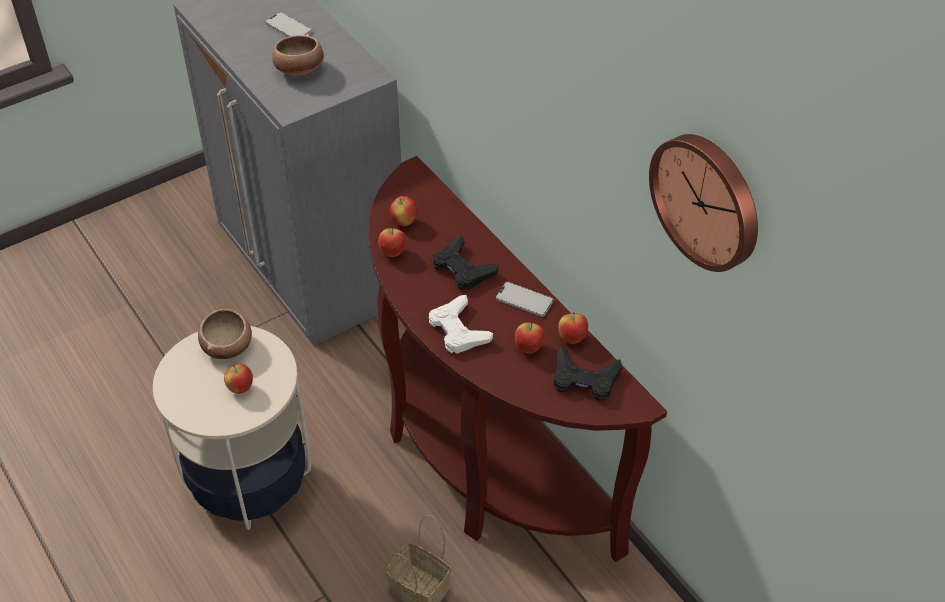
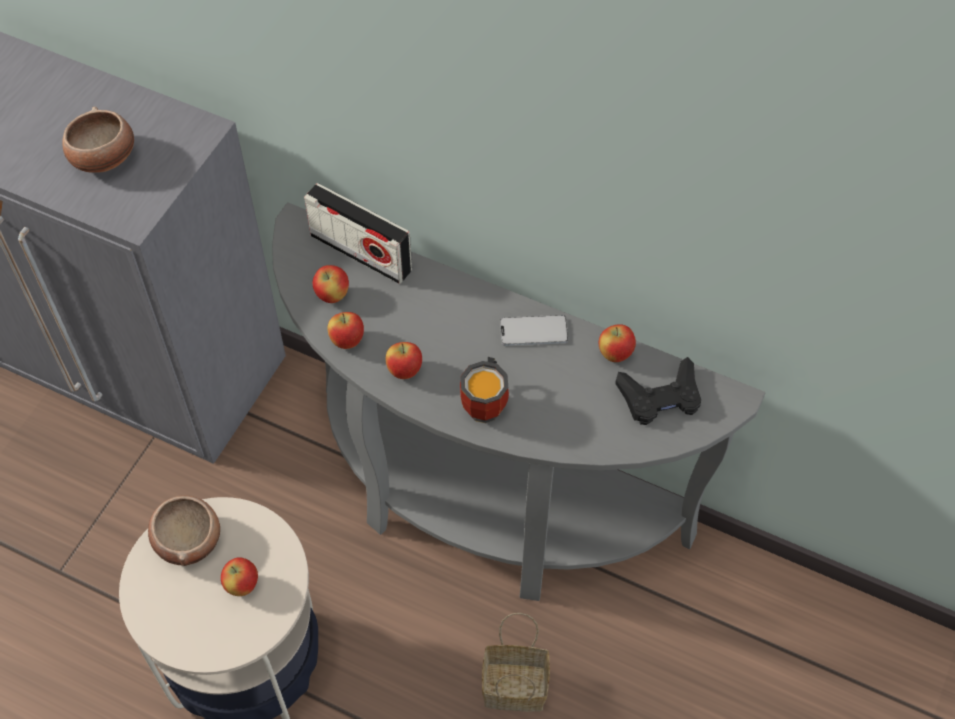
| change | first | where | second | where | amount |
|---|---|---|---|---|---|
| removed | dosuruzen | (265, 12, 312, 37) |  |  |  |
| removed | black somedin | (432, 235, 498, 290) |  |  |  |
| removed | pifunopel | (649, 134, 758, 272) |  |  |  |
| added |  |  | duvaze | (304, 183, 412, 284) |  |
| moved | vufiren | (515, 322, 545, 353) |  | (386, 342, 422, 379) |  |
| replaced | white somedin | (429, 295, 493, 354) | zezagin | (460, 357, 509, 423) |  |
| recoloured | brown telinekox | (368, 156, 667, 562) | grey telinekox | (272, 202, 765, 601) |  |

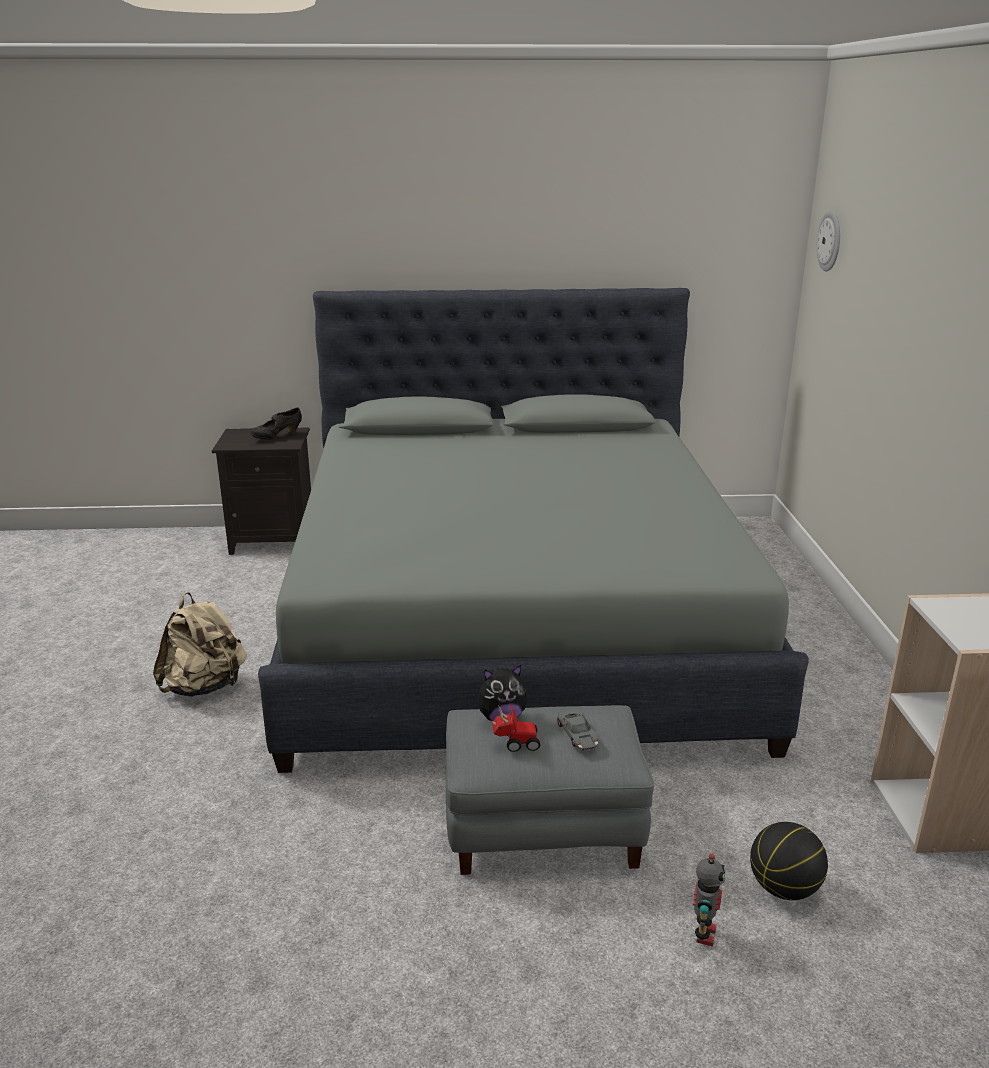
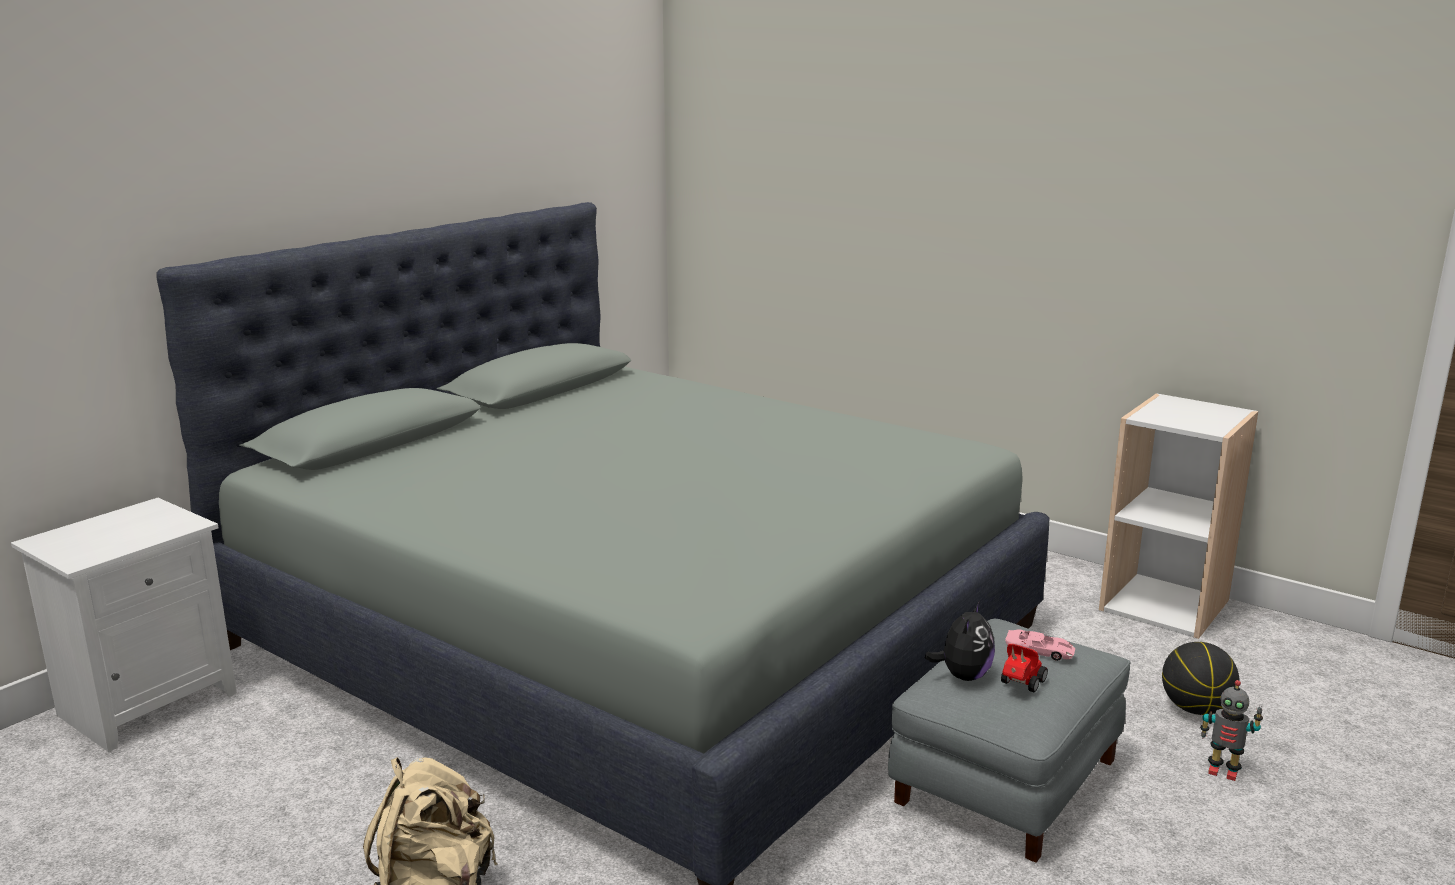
| change | first | where | second | where | amount |
|---|---|---|---|---|---|
| removed | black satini | (250, 407, 302, 440) |  |  |  |
| removed | pifunopel | (817, 211, 840, 271) |  |  |  |
| recoloured | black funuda | (212, 428, 311, 555) | white funuda | (11, 498, 237, 752) |  |
| recoloured | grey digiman | (557, 708, 598, 750) | pink digiman | (1005, 629, 1075, 661) |  |
| turned | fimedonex | (693, 854, 726, 947) |  | (1200, 680, 1263, 781) | 150 degrees clockwise |

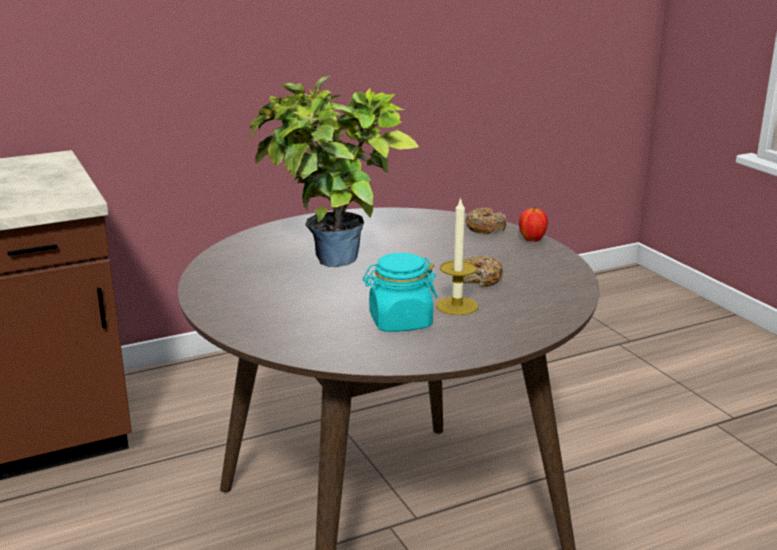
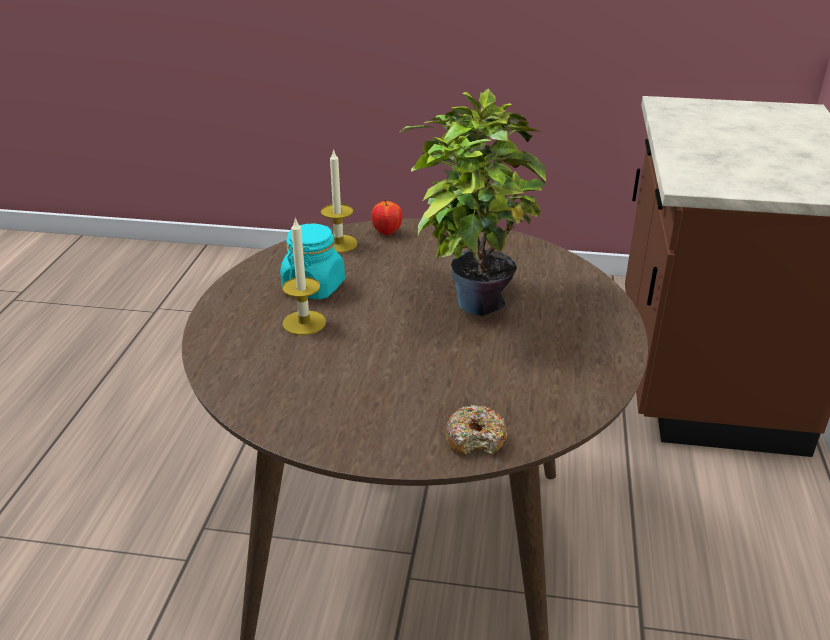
| change | first | where | second | where | amount |
|---|---|---|---|---|---|
| removed | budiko | (463, 255, 504, 287) |  |  |  |
| added |  |  | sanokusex | (321, 148, 358, 253) |  |
| moved | vufiren | (519, 207, 548, 242) |  | (371, 199, 403, 236) |  |

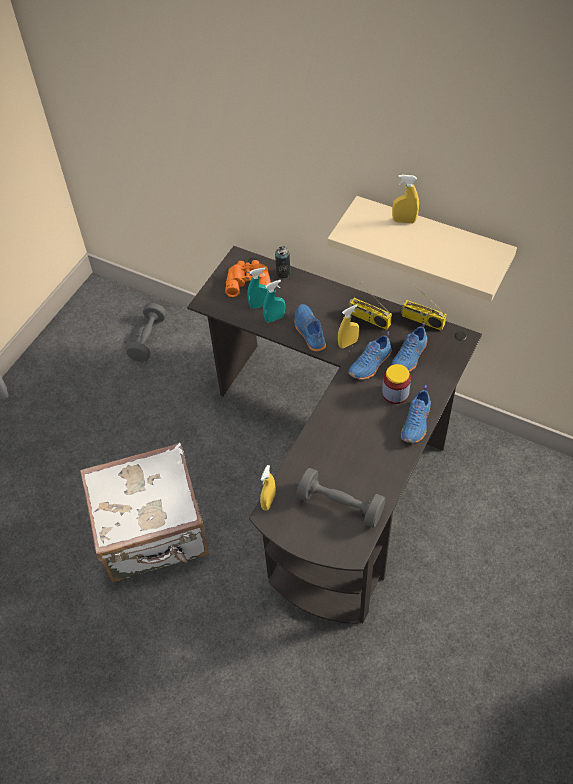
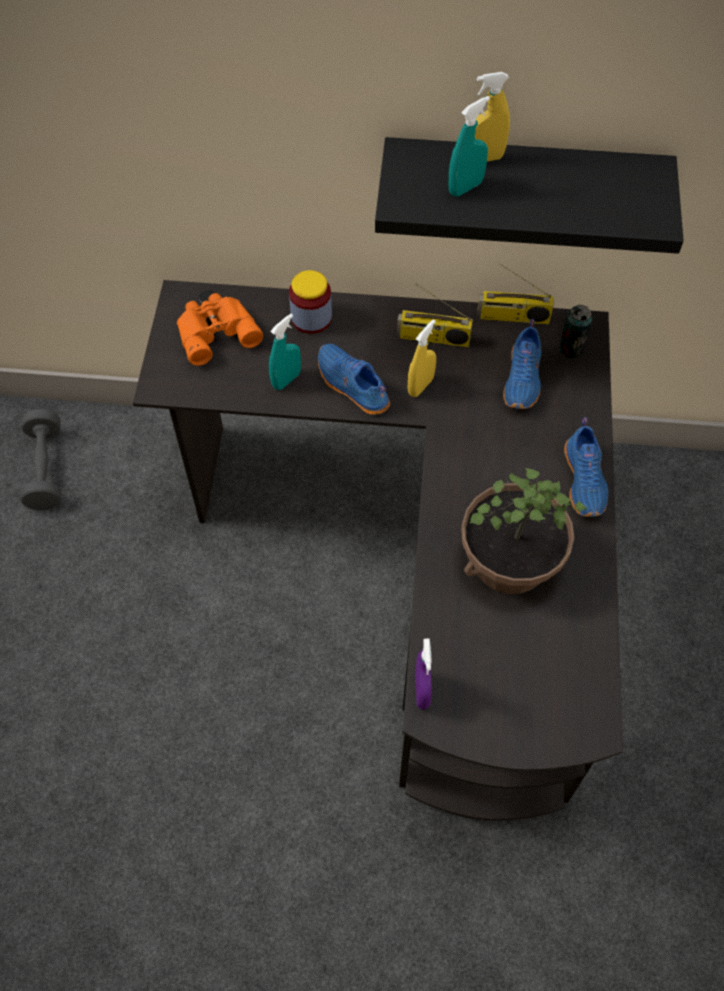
| change | first | where | second | where | amount |
|---|---|---|---|---|---|
| removed | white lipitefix | (80, 443, 209, 582) |  |  |  |
| removed | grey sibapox | (297, 468, 386, 528) |  |  |  |
| removed | blue satini | (348, 332, 392, 380) |  |  |  |
| added |  |  | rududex | (461, 468, 587, 594) |  |
| moved | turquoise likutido | (247, 267, 269, 309) |  | (449, 96, 490, 196) |  |
| moved | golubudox | (275, 246, 290, 279) |  | (559, 305, 592, 358) |  |
| moved | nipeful | (382, 364, 411, 404) |  | (289, 270, 332, 334) |  |
| recoloured | yellow likutido | (260, 465, 276, 511) | purple likutido | (415, 639, 432, 710) |  |
| recoloured | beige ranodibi | (327, 196, 517, 301) | black ranodibi | (375, 137, 684, 254) |  |

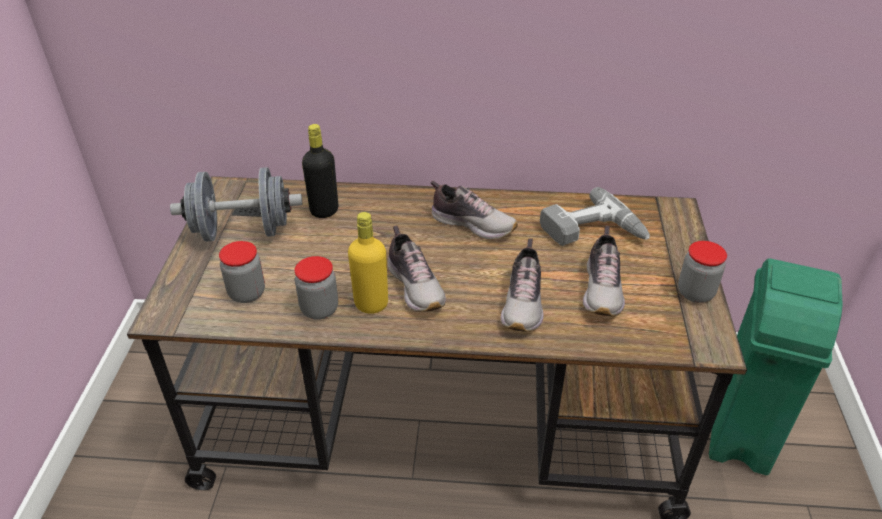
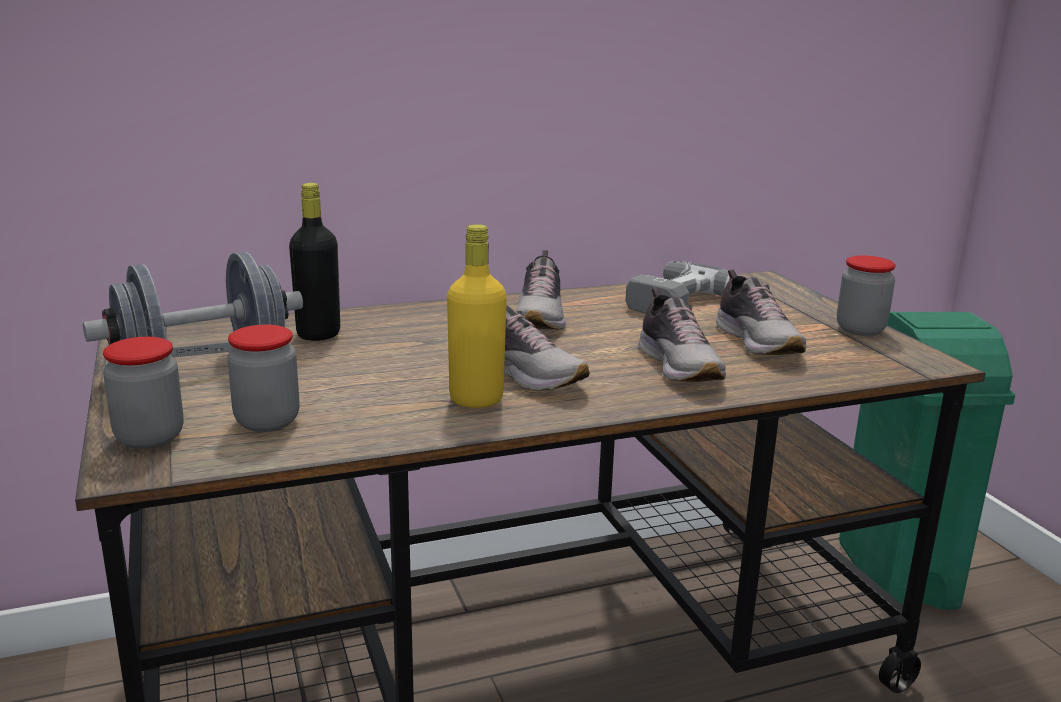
| change | first | where | second | where | amount |
|---|---|---|---|---|---|
| moved | nipeful | (295, 256, 338, 320) |  | (103, 337, 183, 449) |  |
| turned | satini | (431, 181, 518, 239) |  | (516, 250, 566, 330) | 90 degrees clockwise |

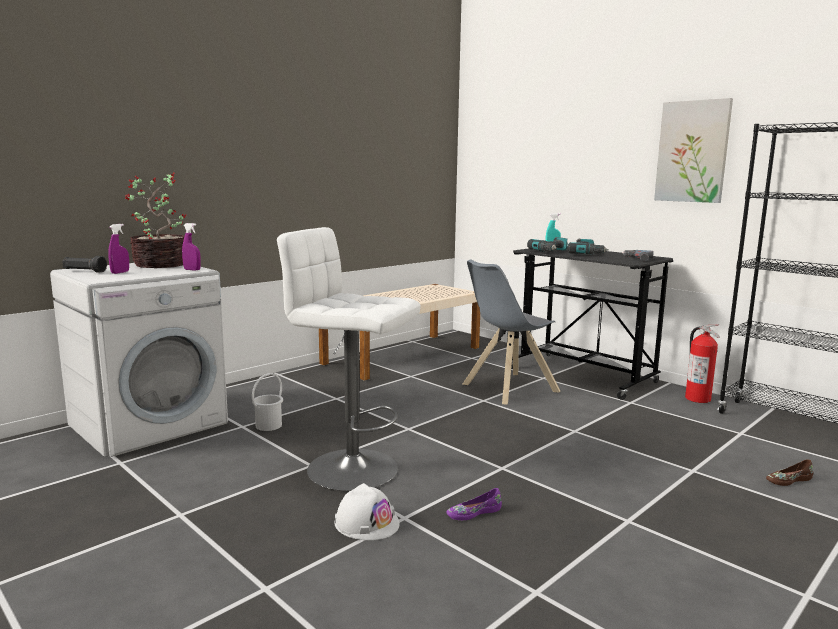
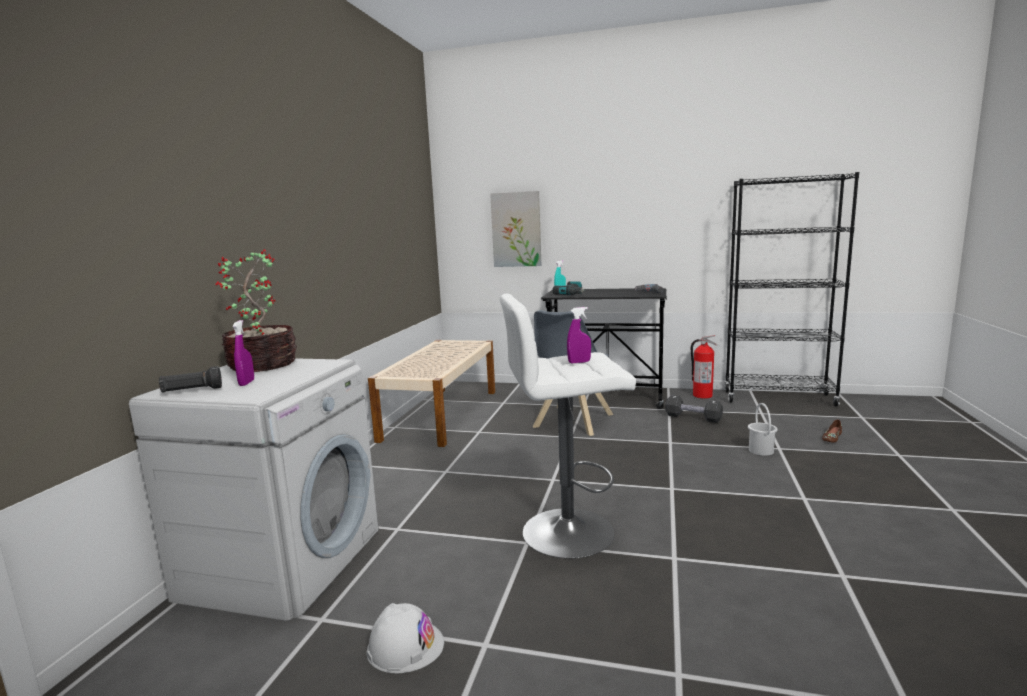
| change | first | where | second | where | amount |
|---|---|---|---|---|---|
| removed | purple satini | (446, 488, 502, 520) |  |  |  |
| removed | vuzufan | (567, 239, 609, 255) |  |  |  |
| added |  |  | black sibapox | (665, 395, 723, 423) |  |
| moved | purple likutido | (182, 223, 201, 271) |  | (567, 307, 591, 363) |  |
| moved | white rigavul | (252, 373, 283, 431) |  | (748, 403, 778, 456) |  |
| moved | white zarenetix | (334, 483, 400, 540) |  | (366, 603, 444, 673) |  |
| moved | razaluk | (654, 98, 733, 203) |  | (490, 191, 541, 267) |  |

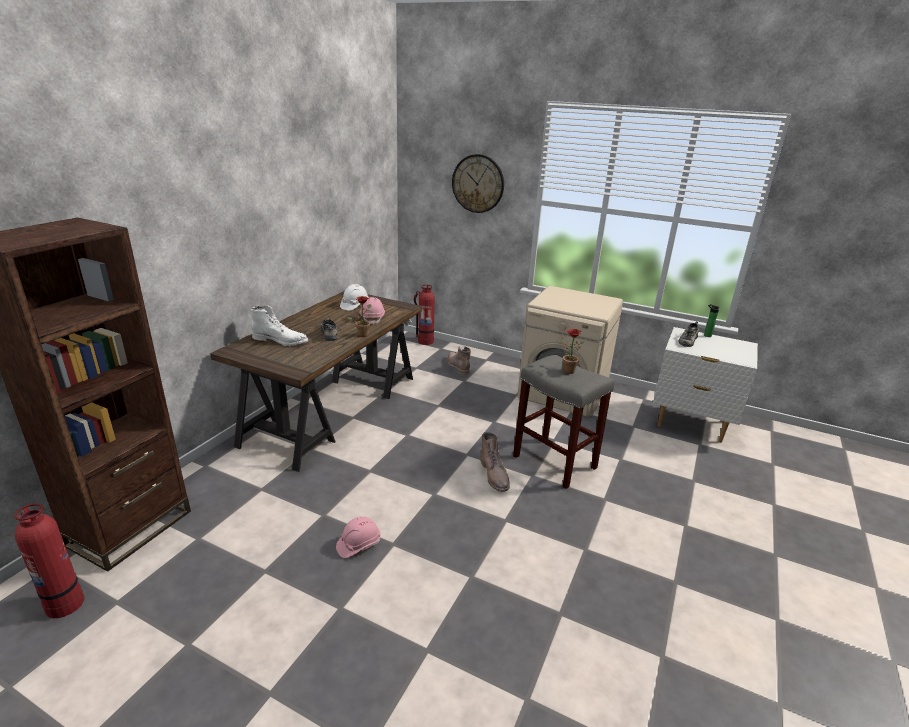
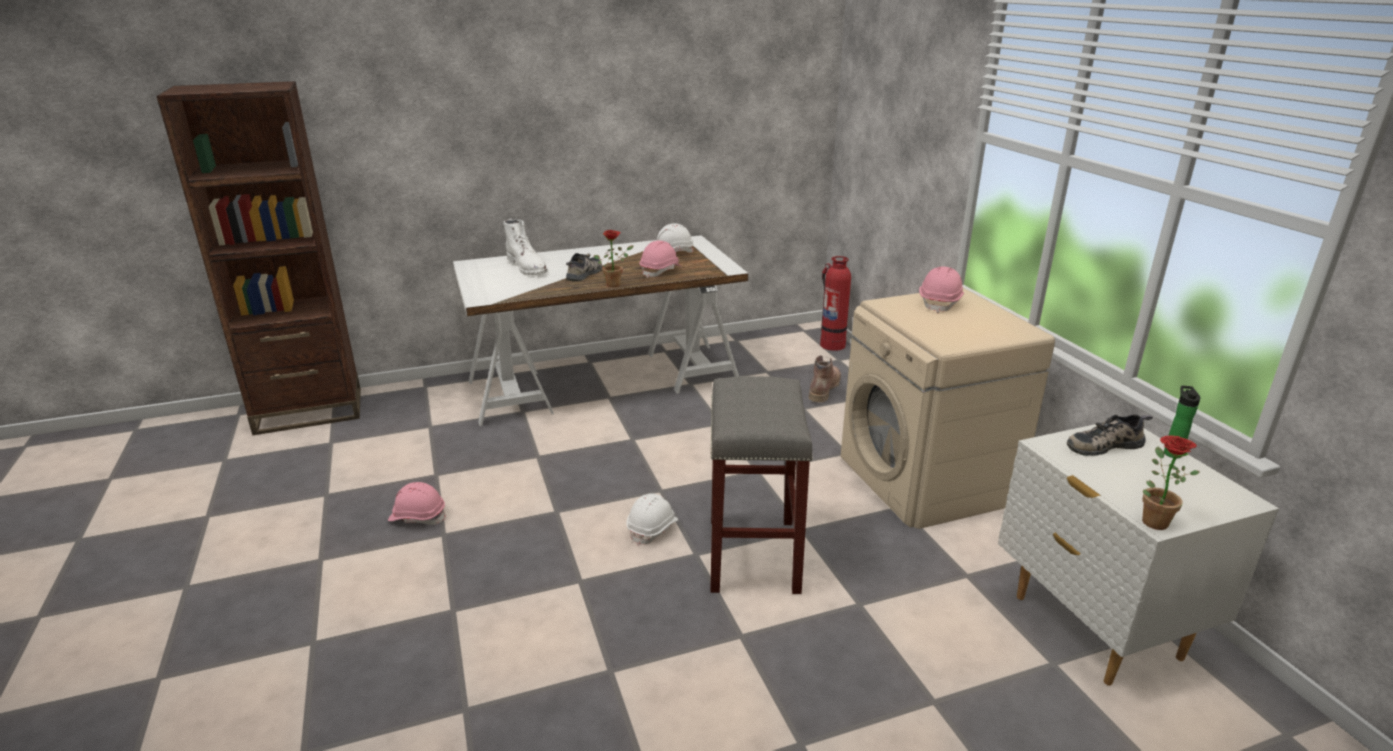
| change | first | where | second | where | amount |
|---|---|---|---|---|---|
| removed | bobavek | (14, 503, 85, 618) |  |  |  |
| removed | pifunopel | (452, 154, 504, 213) |  |  |  |
| added |  |  | pink zarenetix | (919, 267, 964, 313) |  |
| moved | rududex | (560, 329, 584, 374) |  | (1142, 435, 1200, 530) |  |
| replaced | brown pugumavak | (480, 432, 510, 492) | white zarenetix | (626, 493, 678, 546) |  |
| recoloured | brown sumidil | (210, 291, 422, 472) | white sumidil | (453, 235, 748, 426) |  |

